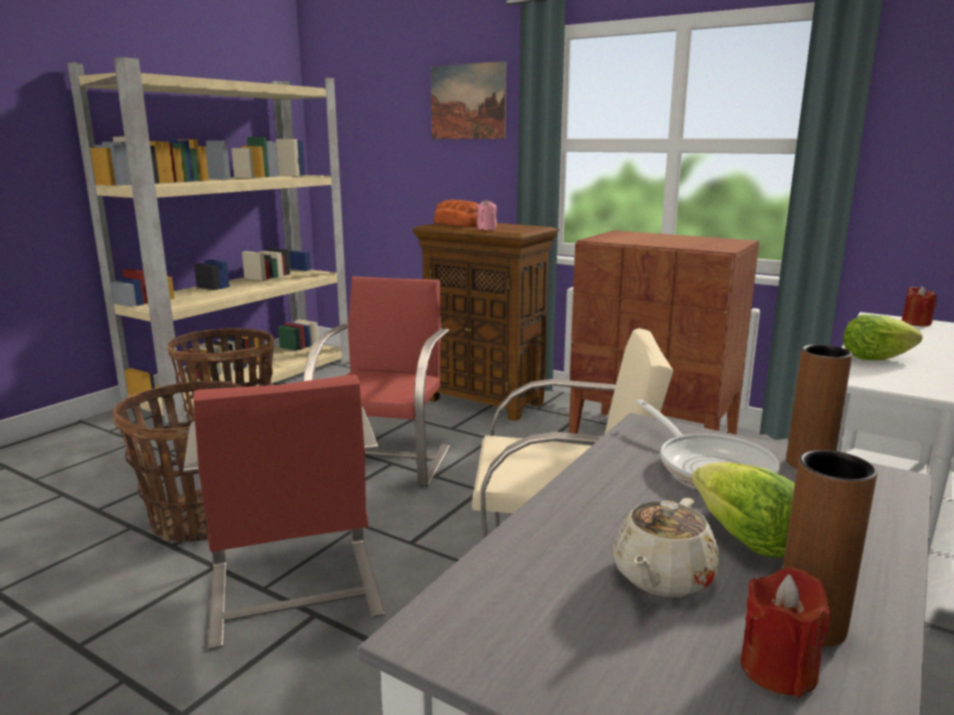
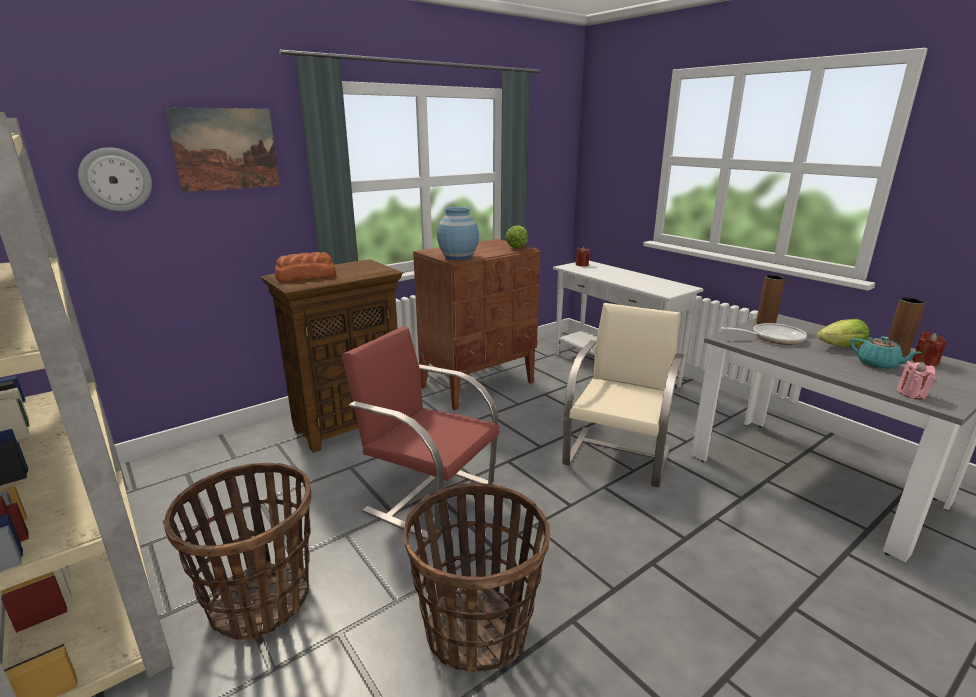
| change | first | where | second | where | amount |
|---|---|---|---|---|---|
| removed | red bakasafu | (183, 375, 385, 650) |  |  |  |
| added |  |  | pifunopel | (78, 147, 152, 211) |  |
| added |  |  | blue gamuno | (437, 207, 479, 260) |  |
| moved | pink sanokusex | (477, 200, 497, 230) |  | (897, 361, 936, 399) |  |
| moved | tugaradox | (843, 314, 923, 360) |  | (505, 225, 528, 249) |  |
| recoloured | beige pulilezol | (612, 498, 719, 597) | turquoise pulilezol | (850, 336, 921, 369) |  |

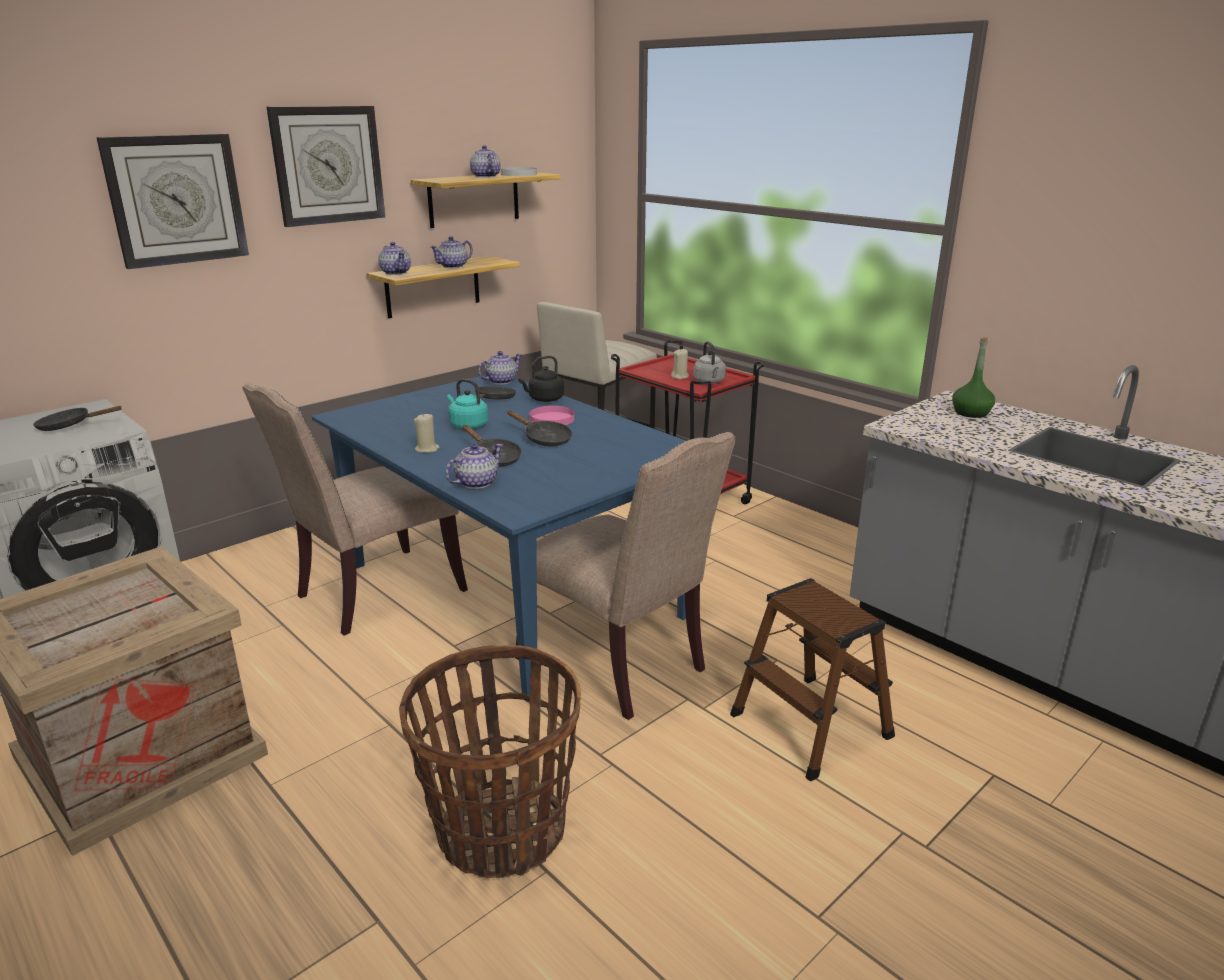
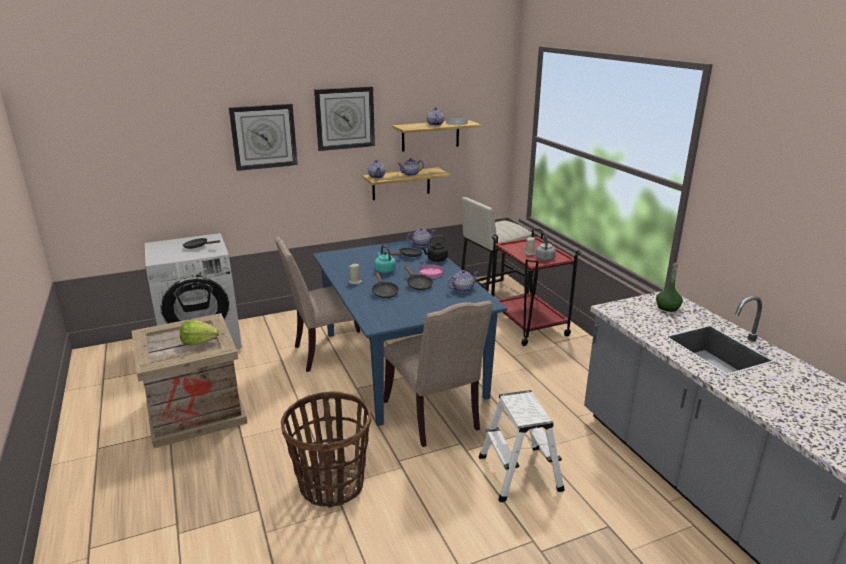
| change | first | where | second | where | amount |
|---|---|---|---|---|---|
| added |  |  | tugaradox | (180, 320, 219, 345) |  |
| moved | pulilezol | (446, 444, 503, 489) |  | (447, 270, 479, 292) |  |
| recoloured | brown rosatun | (730, 578, 895, 781) | white rosatun | (479, 390, 565, 502) |  |

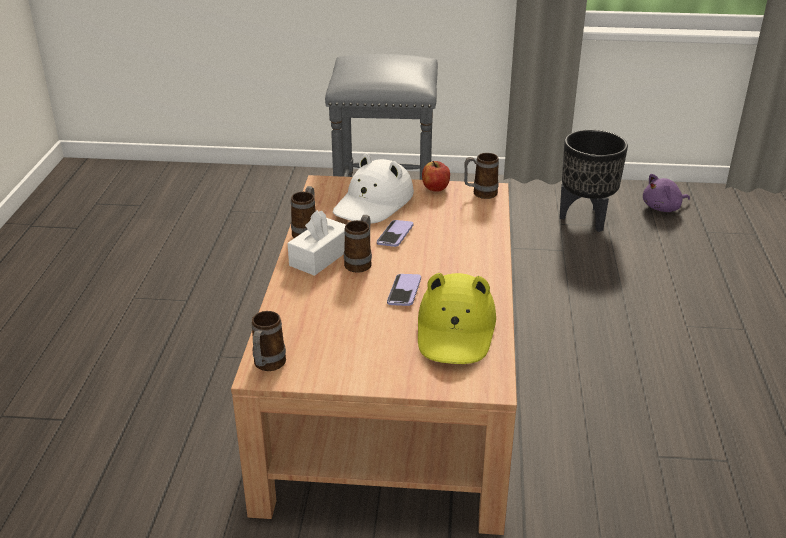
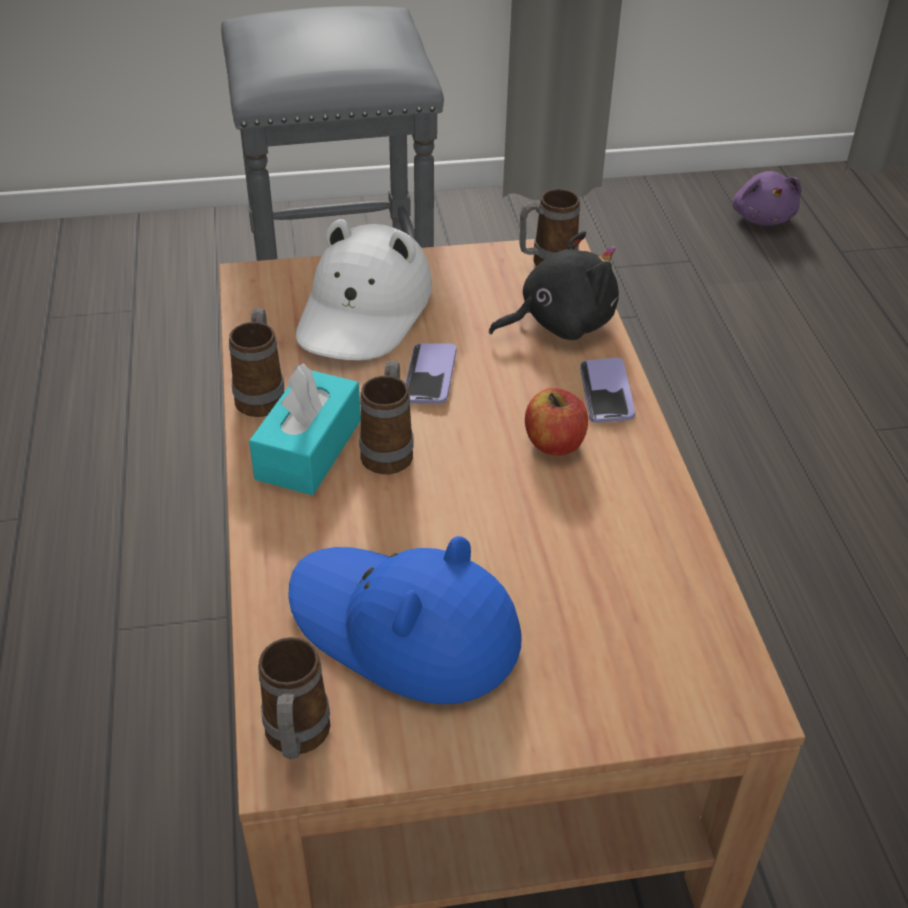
| change | first | where | second | where | amount |
|---|---|---|---|---|---|
| removed | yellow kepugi | (418, 273, 496, 364) |  |  |  |
| removed | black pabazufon | (560, 130, 628, 232) |  |  |  |
| added |  |  | blue kepugi | (288, 536, 521, 704) |  |
| added |  |  | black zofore | (489, 231, 619, 340) |  |
| moved | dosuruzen | (387, 274, 421, 306) |  | (580, 358, 635, 423) |  |
| moved | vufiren | (422, 161, 450, 192) |  | (525, 388, 588, 456) |  |
| recoloured | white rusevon | (287, 210, 346, 276) | turquoise rusevon | (249, 364, 361, 495) |  |
| turned | purple zofore | (643, 174, 690, 212) |  | (733, 171, 801, 226) | 60 degrees counterclockwise |

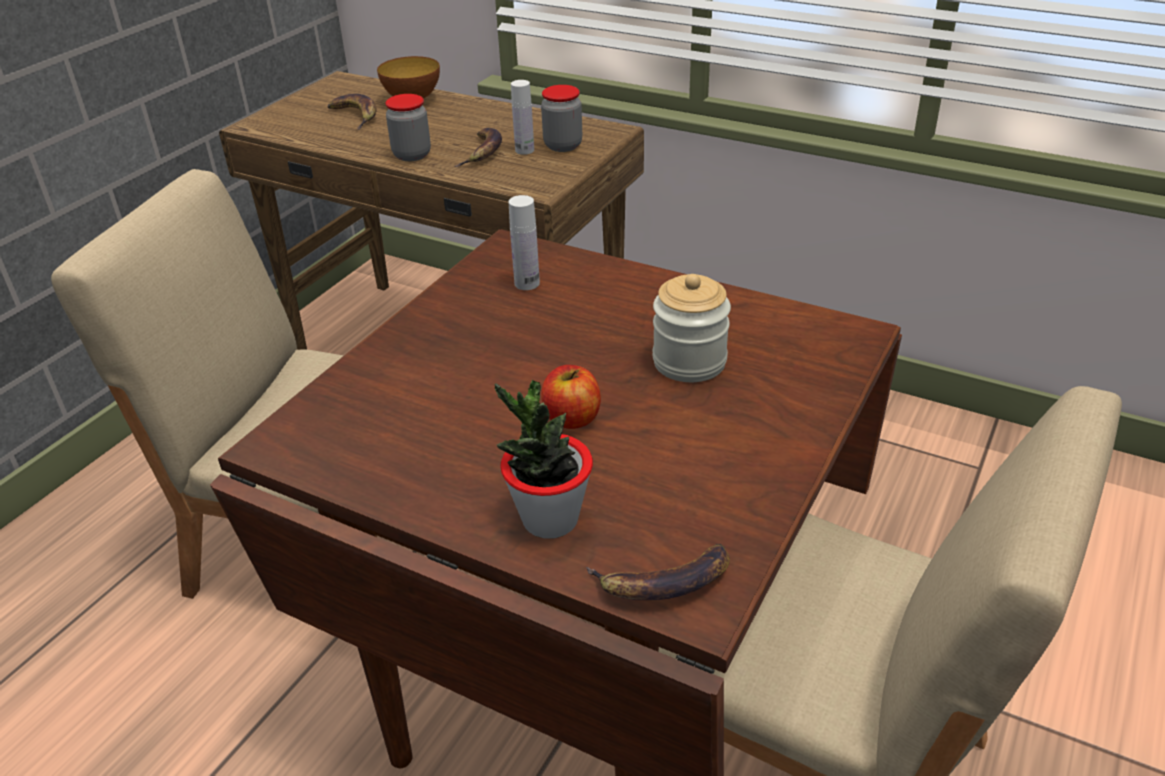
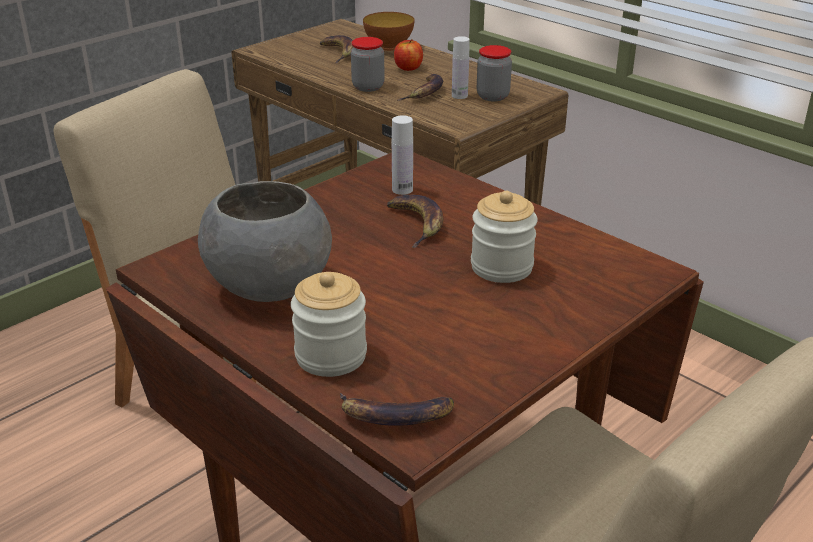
| change | first | where | second | where | amount |
|---|---|---|---|---|---|
| added |  |  | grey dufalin | (198, 181, 332, 302) |  |
| added |  |  | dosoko | (387, 195, 443, 248) |  |
| moved | vufiren | (541, 365, 601, 429) |  | (394, 39, 423, 71) |  |
| replaced | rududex | (495, 379, 593, 539) | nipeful | (291, 272, 367, 377) |  |

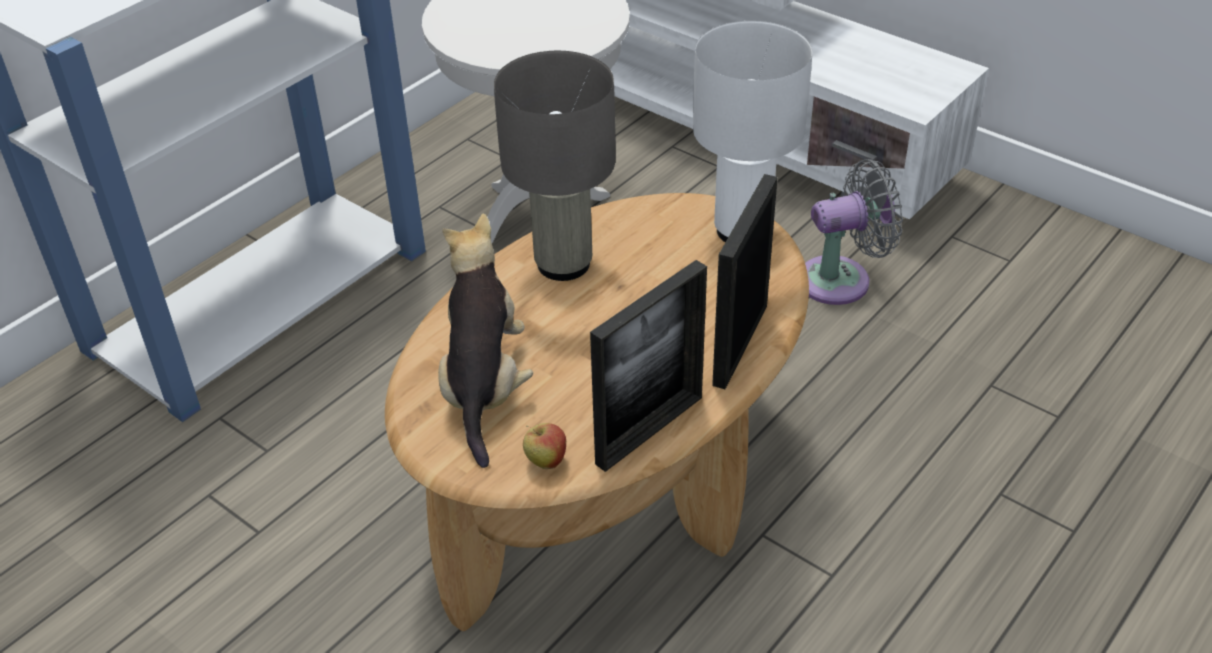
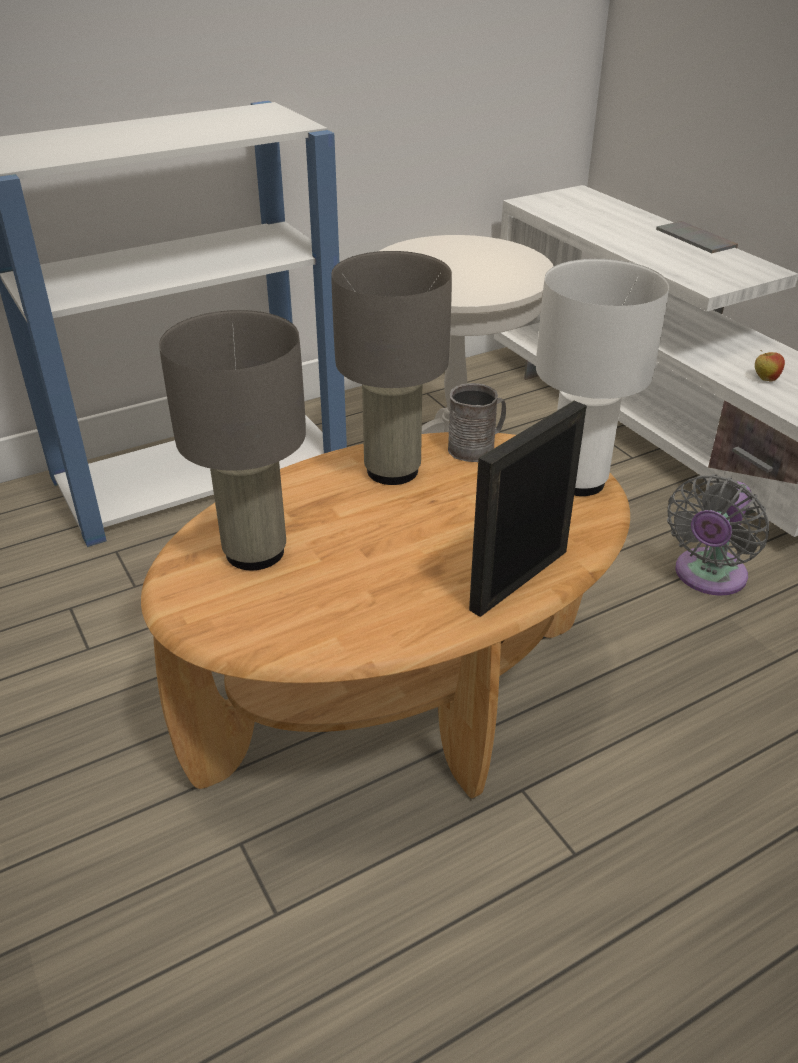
| change | first | where | second | where | amount |
|---|---|---|---|---|---|
| removed | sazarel | (590, 260, 707, 472) |  |  |  |
| added |  |  | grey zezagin | (448, 383, 506, 462) |  |
| moved | vufiren | (523, 423, 566, 469) |  | (755, 350, 785, 381) |  |
| replaced | zofore | (438, 213, 533, 468) | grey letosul | (159, 310, 306, 570) |  |
| turned | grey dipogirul | (805, 159, 903, 305) |  | (667, 474, 769, 596) | 120 degrees clockwise |

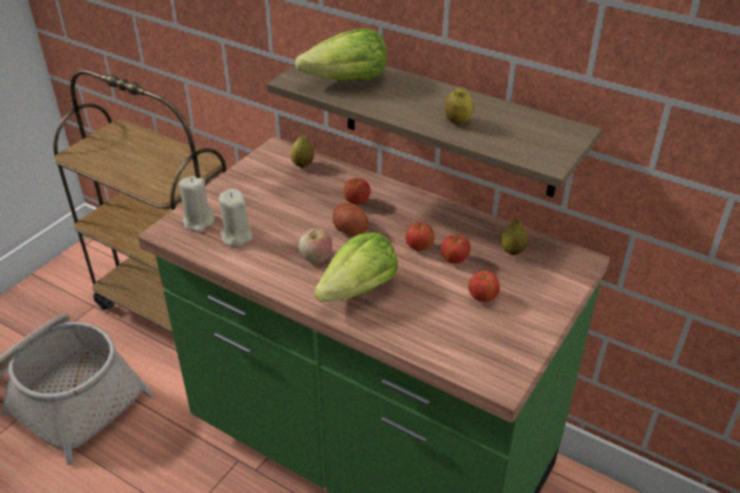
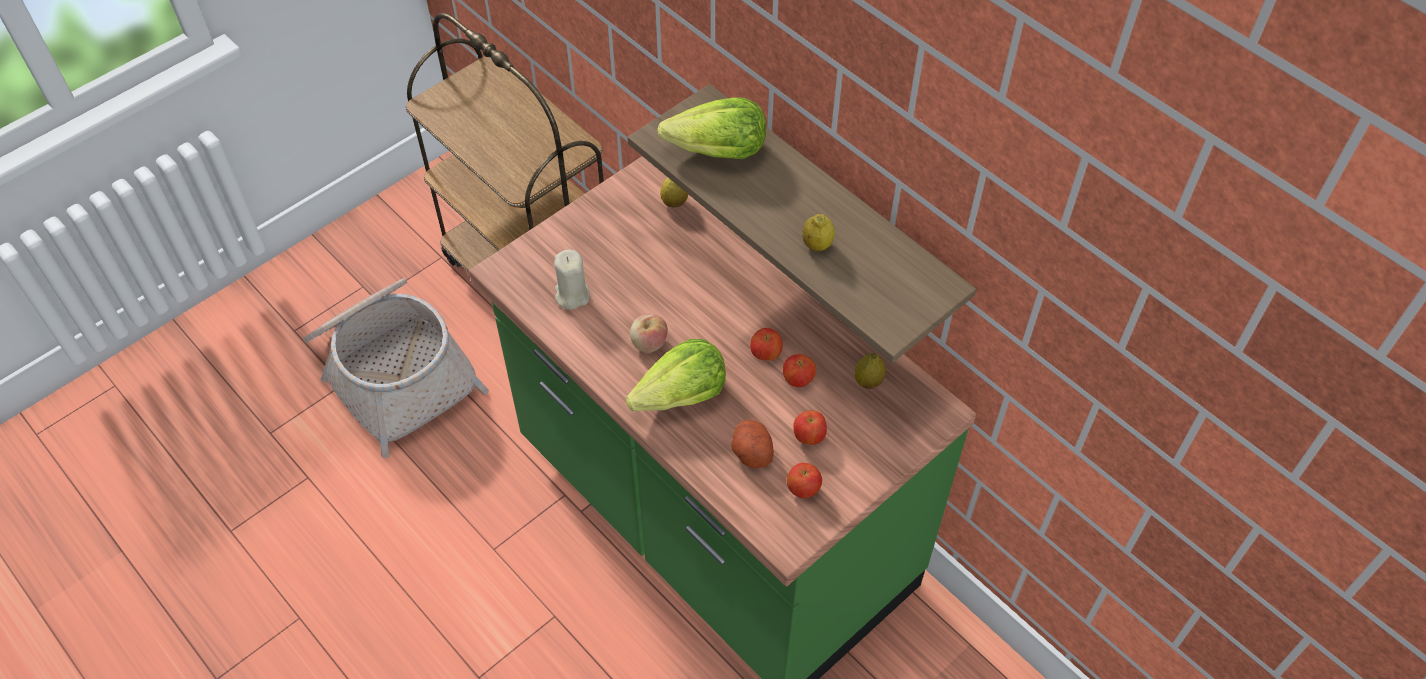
| change | first | where | second | where | amount |
|---|---|---|---|---|---|
| removed | beige sanokusex | (179, 176, 215, 232) |  |  |  |
| moved | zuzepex | (333, 202, 369, 236) |  | (731, 420, 774, 468) |  |
| moved | vufiren | (344, 178, 370, 205) |  | (787, 463, 822, 498) |  |

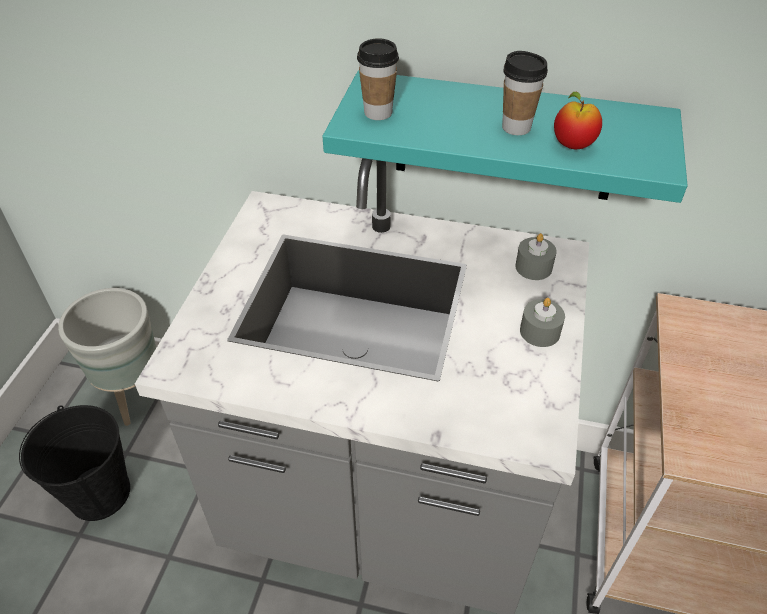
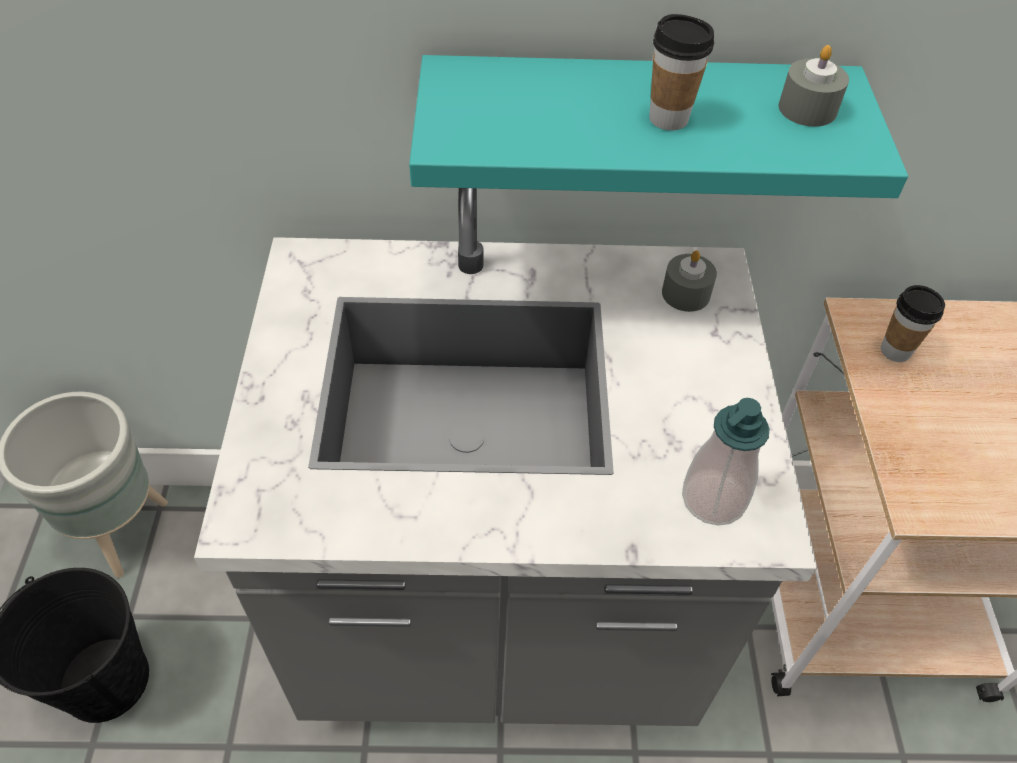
| change | first | where | second | where | amount |
|---|---|---|---|---|---|
| removed | vufiren | (554, 92, 602, 149) |  |  |  |
| added |  |  | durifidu | (682, 398, 770, 525) |  |
| moved | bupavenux | (357, 38, 399, 120) |  | (881, 285, 945, 362) |  |
| moved | grey sanokusex | (520, 298, 565, 347) |  | (779, 45, 849, 127) |  |

